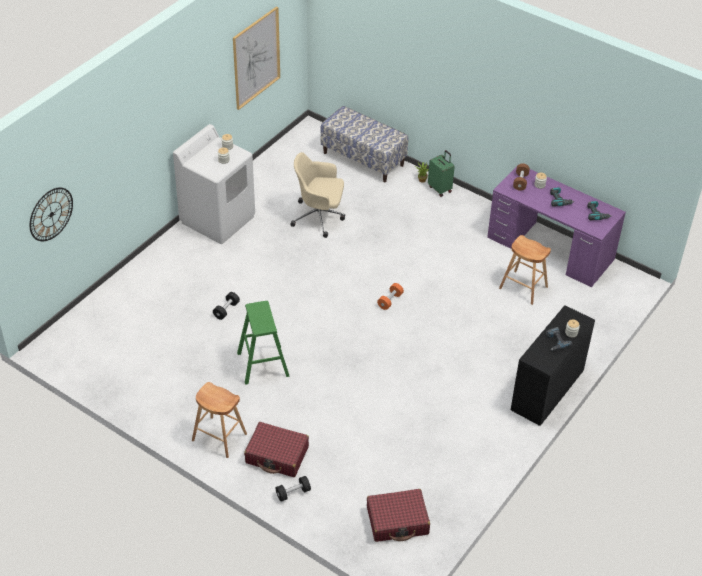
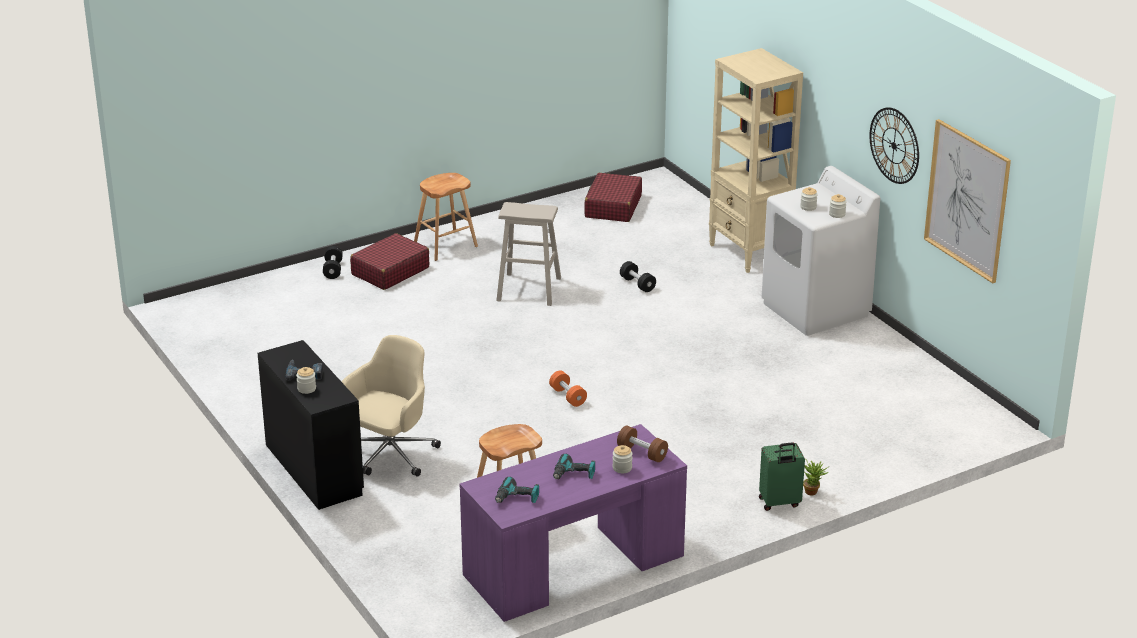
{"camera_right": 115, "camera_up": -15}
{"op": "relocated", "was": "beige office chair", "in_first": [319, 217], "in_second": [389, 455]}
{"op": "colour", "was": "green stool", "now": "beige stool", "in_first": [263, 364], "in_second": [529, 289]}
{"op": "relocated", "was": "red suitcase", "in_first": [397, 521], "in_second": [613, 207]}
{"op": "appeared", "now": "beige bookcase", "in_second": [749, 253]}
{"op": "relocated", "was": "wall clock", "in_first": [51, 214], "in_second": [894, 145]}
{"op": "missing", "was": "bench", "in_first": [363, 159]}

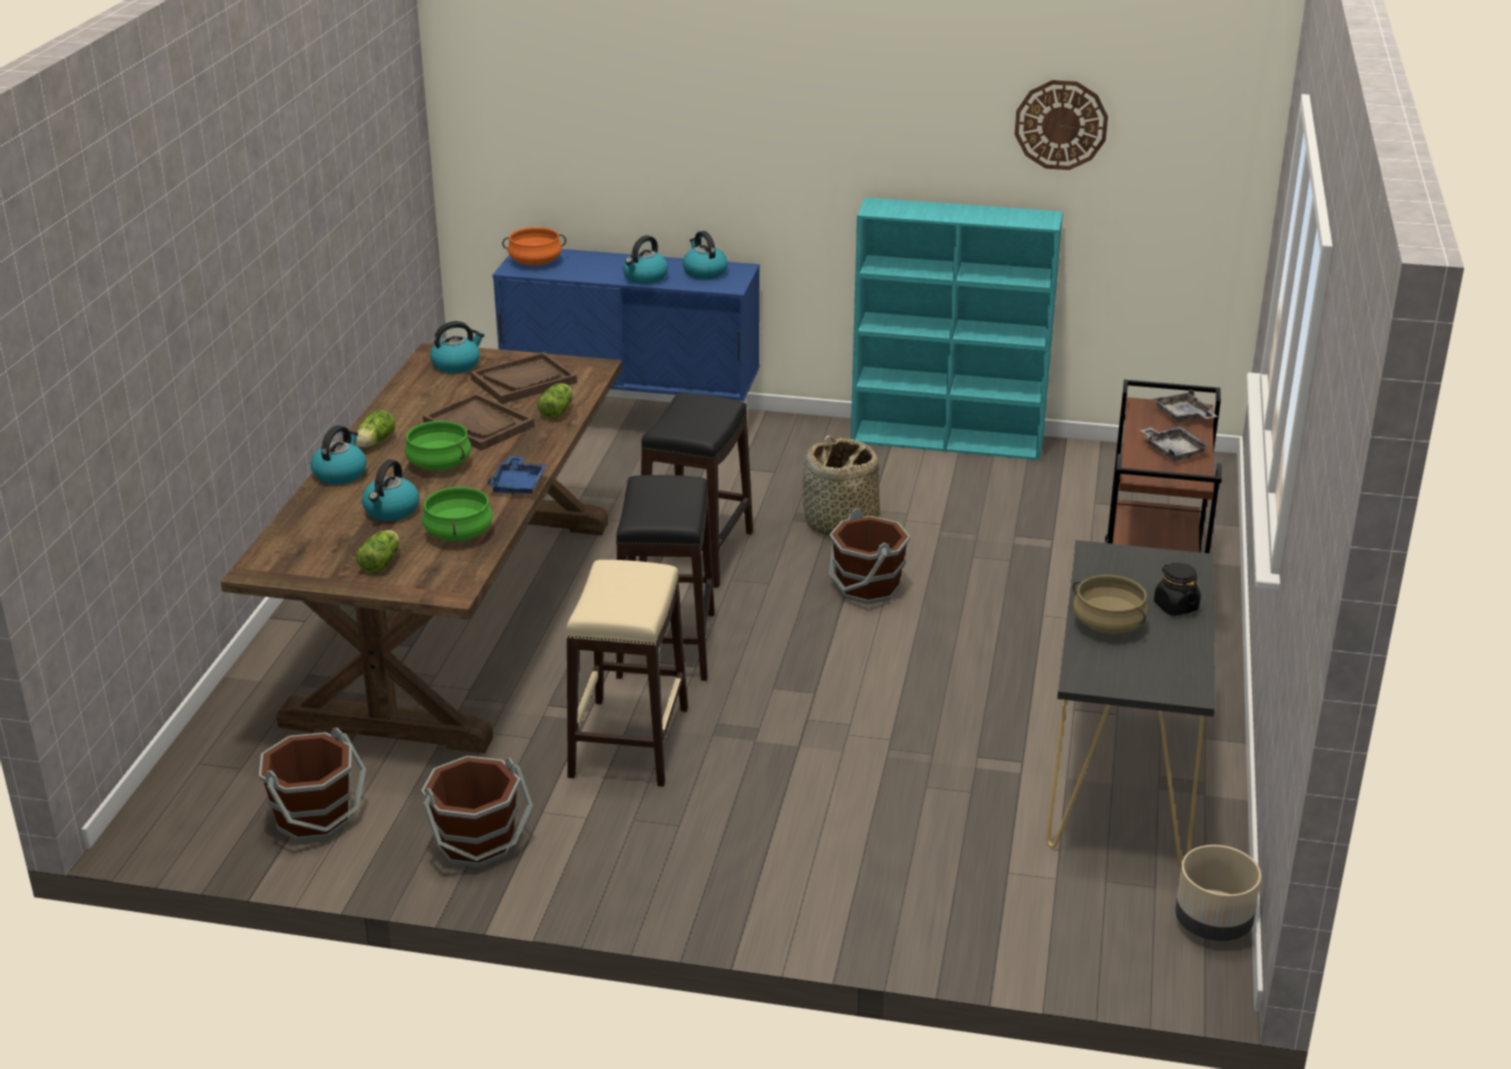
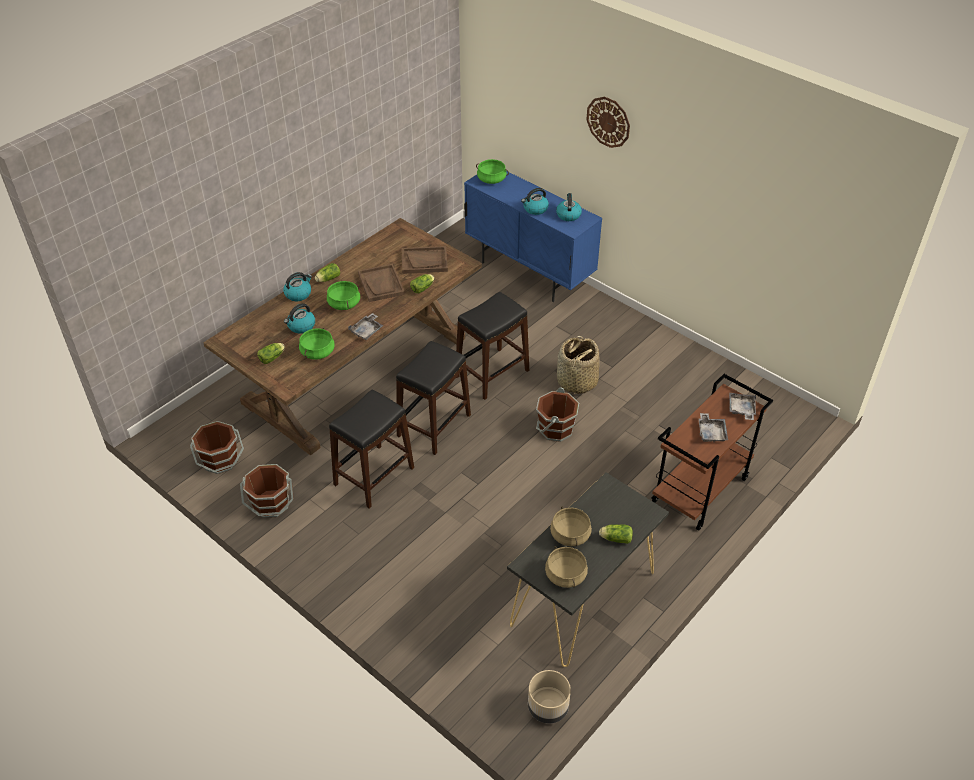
{"camera_right": 30, "camera_up": 15}
{"op": "colour", "was": "beige stool", "now": "black stool", "in_first": [630, 742], "in_second": [374, 476]}
{"op": "colour", "was": "blue tray", "now": "grey tray", "in_first": [518, 484], "in_second": [367, 331]}
{"op": "colour", "was": "orange cooking pot", "now": "green cooking pot", "in_first": [535, 261], "in_second": [491, 179]}
{"op": "appeared", "now": "beige cooking pot", "in_second": [565, 575]}
{"op": "relocated", "was": "wall clock", "in_first": [1061, 124], "in_second": [608, 122]}
{"op": "exchanged", "was": "black jar", "now": "lettuce", "in_first": [1175, 606], "in_second": [615, 538]}
{"op": "missing", "was": "kettle", "in_first": [457, 365]}
{"op": "missing", "was": "turquoise bookcase", "in_first": [949, 440]}

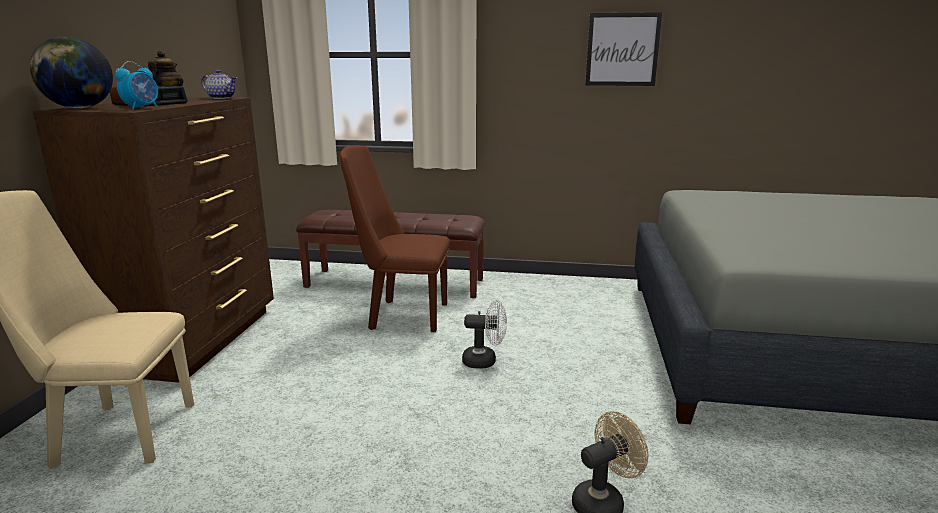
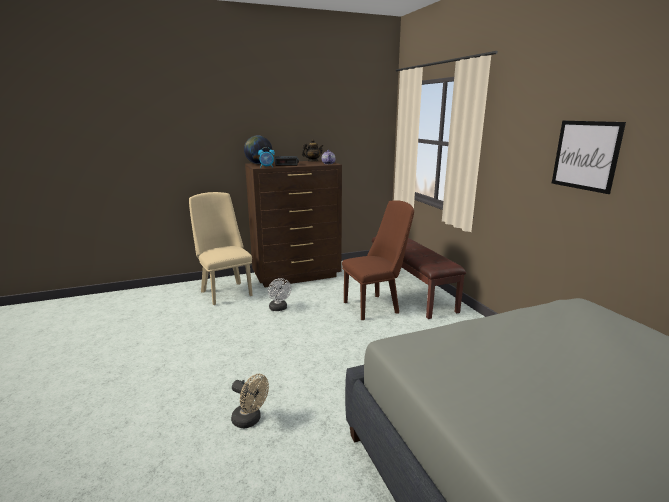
{"camera_right": 60, "camera_up": 0}
{"op": "relocated", "was": "white fan", "in_first": [485, 361], "in_second": [279, 309]}
{"op": "spun", "was": "brown chair", "in_first": [401, 315], "in_second": [375, 306], "clockwise": 90}

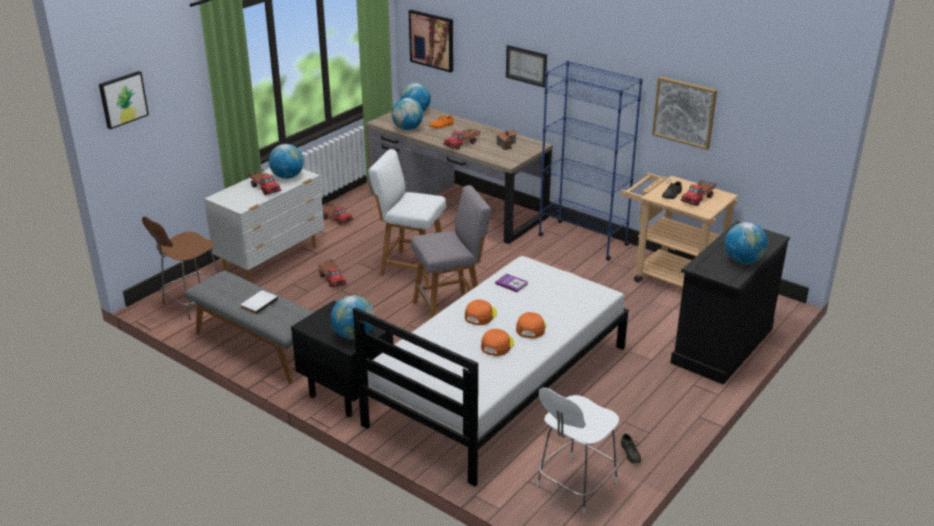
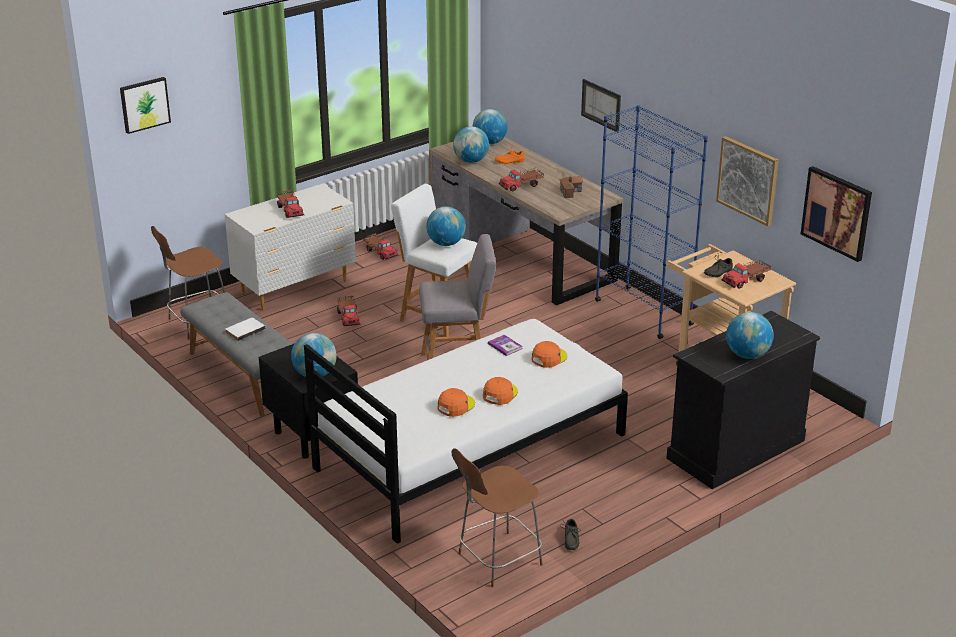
{"camera_right": 15, "camera_up": 0}
{"op": "relocated", "was": "globe", "in_first": [287, 177], "in_second": [446, 243]}
{"op": "colour", "was": "white chair", "now": "brown chair", "in_first": [575, 486], "in_second": [497, 560]}
{"op": "relocated", "was": "orange cap", "in_first": [480, 315], "in_second": [549, 358]}
{"op": "relocated", "was": "picture", "in_first": [432, 40], "in_second": [837, 213]}

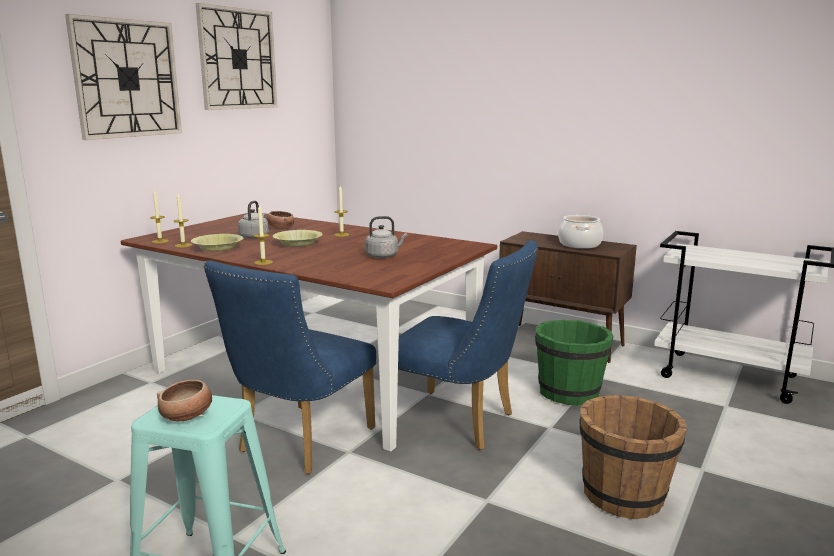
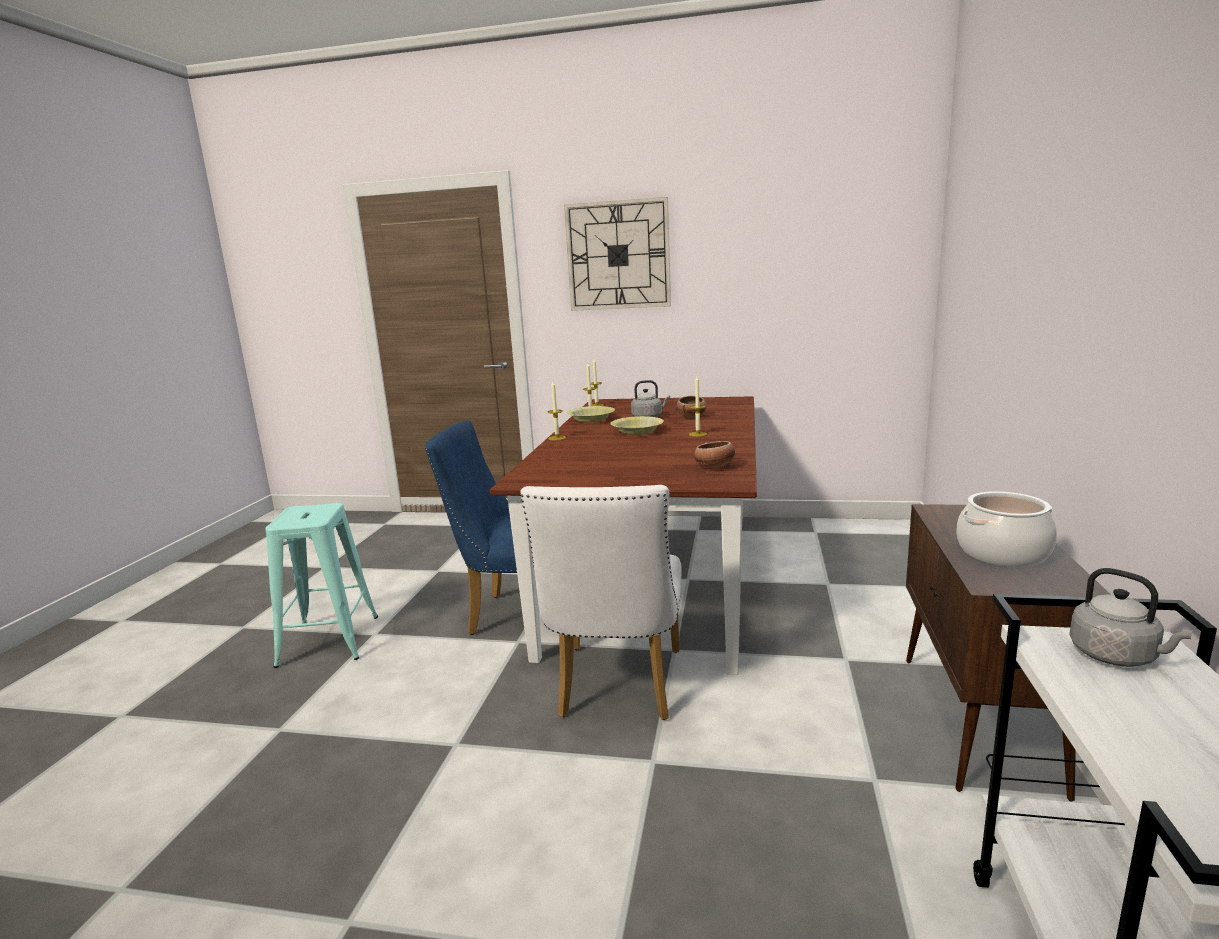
{"camera_right": 70, "camera_up": 0}
{"op": "colour", "was": "blue chair", "now": "white chair", "in_first": [460, 423], "in_second": [616, 689]}
{"op": "relocated", "was": "bowl", "in_first": [187, 416], "in_second": [715, 467]}
{"op": "relocated", "was": "grey kettle", "in_first": [383, 256], "in_second": [1117, 656]}
{"op": "missing", "was": "wall clock", "in_first": [238, 59]}
{"op": "missing", "was": "green bucket", "in_first": [569, 392]}
{"op": "missing", "was": "brown bucket", "in_first": [624, 495]}

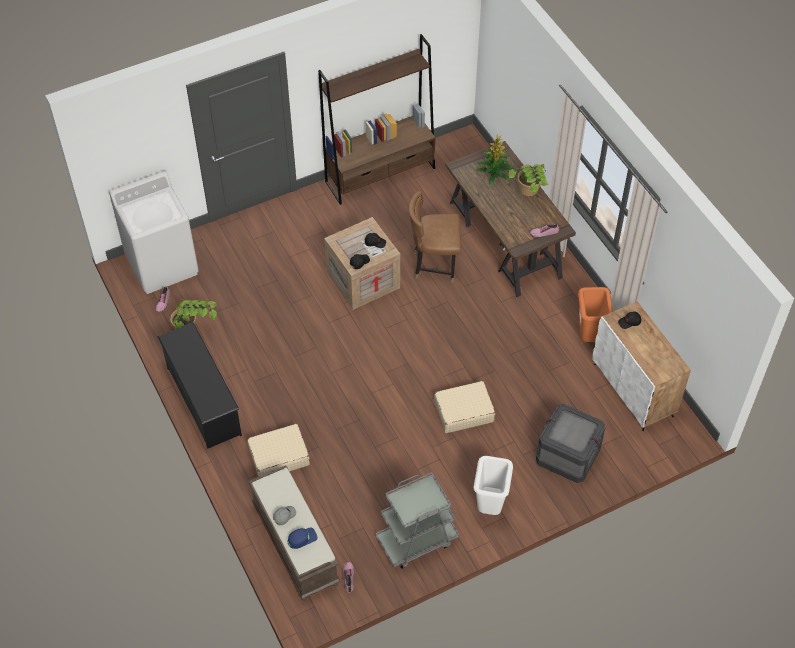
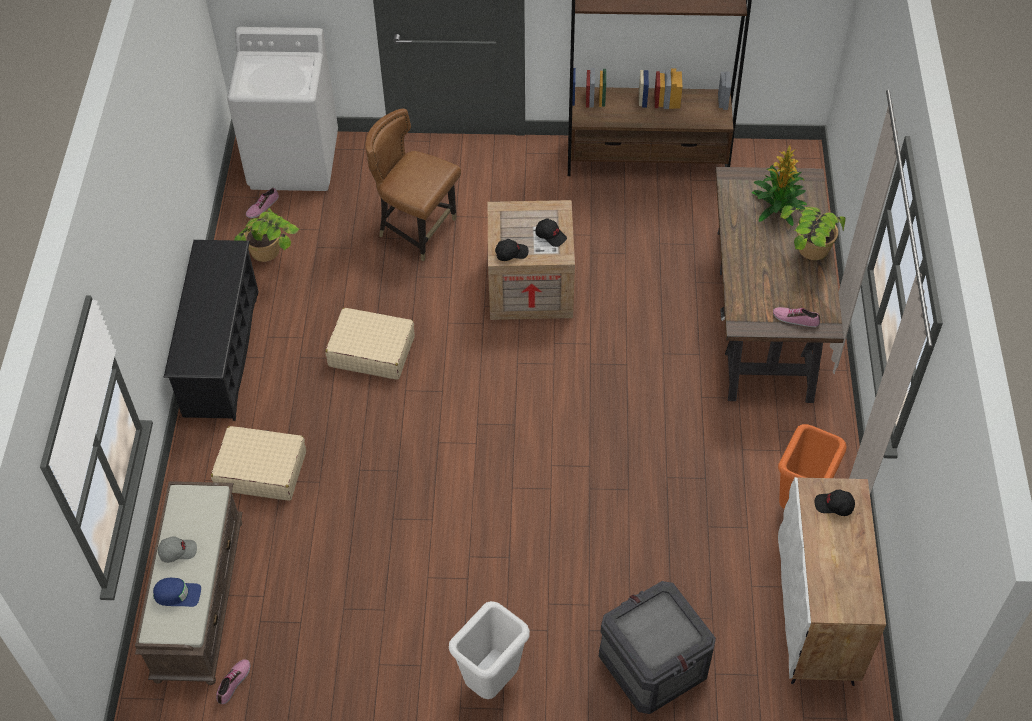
{"camera_right": 30, "camera_up": 0}
{"op": "relocated", "was": "beige suitcase", "in_first": [463, 412], "in_second": [371, 351]}
{"op": "relocated", "was": "brown chair", "in_first": [434, 265], "in_second": [417, 230]}
{"op": "missing", "was": "grey cart", "in_first": [416, 540]}

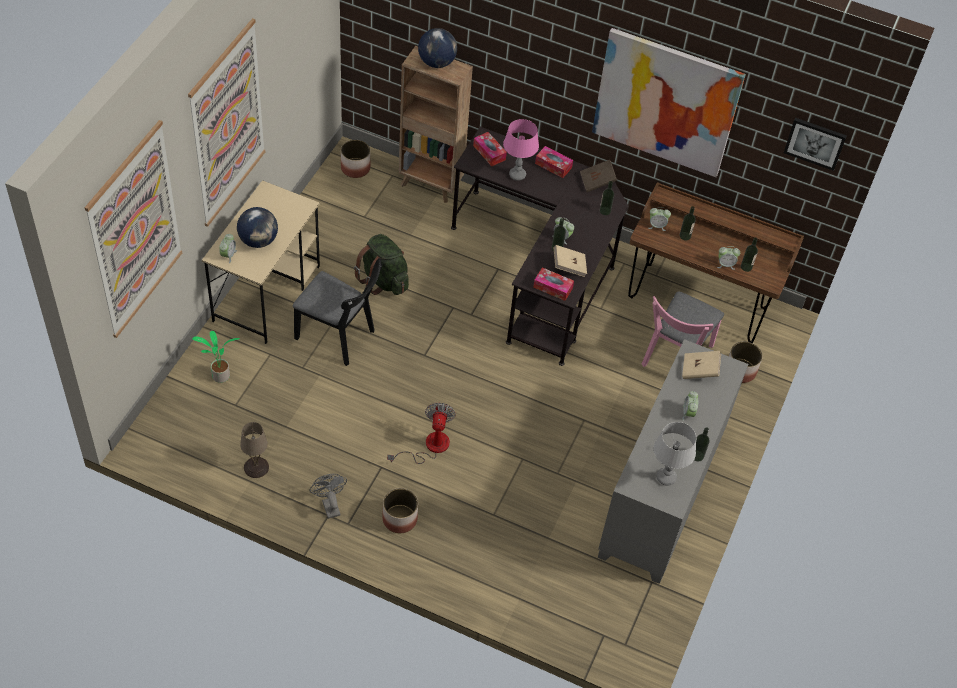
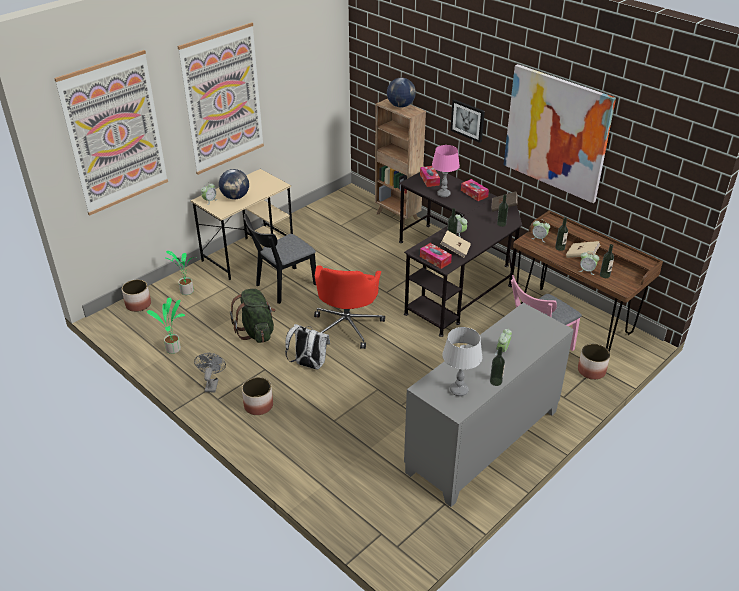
{"camera_right": 25, "camera_up": -15}
{"op": "relocated", "was": "planter", "in_first": [355, 168], "in_second": [138, 304]}
{"op": "exchanged", "was": "beige table lamp", "now": "potted plant", "in_first": [256, 467], "in_second": [174, 349]}
{"op": "relocated", "was": "green backpack", "in_first": [383, 280], "in_second": [256, 332]}
{"op": "spun", "was": "black chair", "in_first": [339, 337], "in_second": [282, 286], "clockwise": 90}
{"op": "exchanged", "was": "fan", "now": "white backpack", "in_first": [429, 446], "in_second": [308, 364]}
{"op": "appeared", "now": "red office chair", "in_second": [347, 326]}
{"op": "relocated", "was": "picture", "in_first": [815, 143], "in_second": [468, 120]}
{"op": "relocated", "was": "beige book", "in_first": [699, 371], "in_second": [581, 256]}

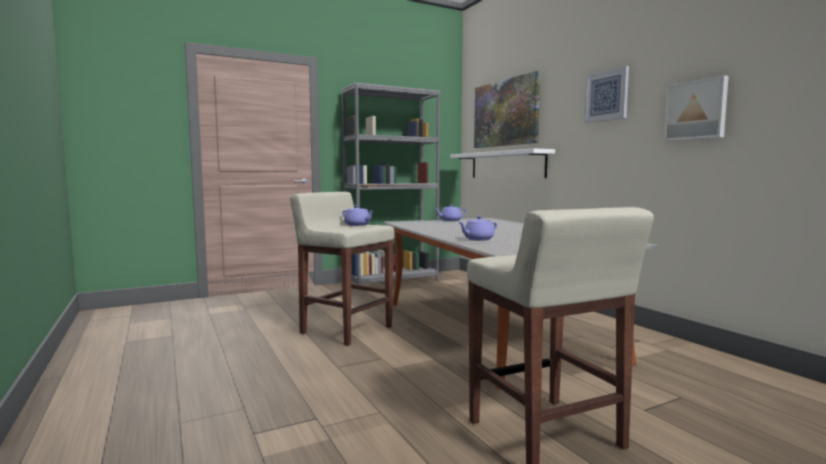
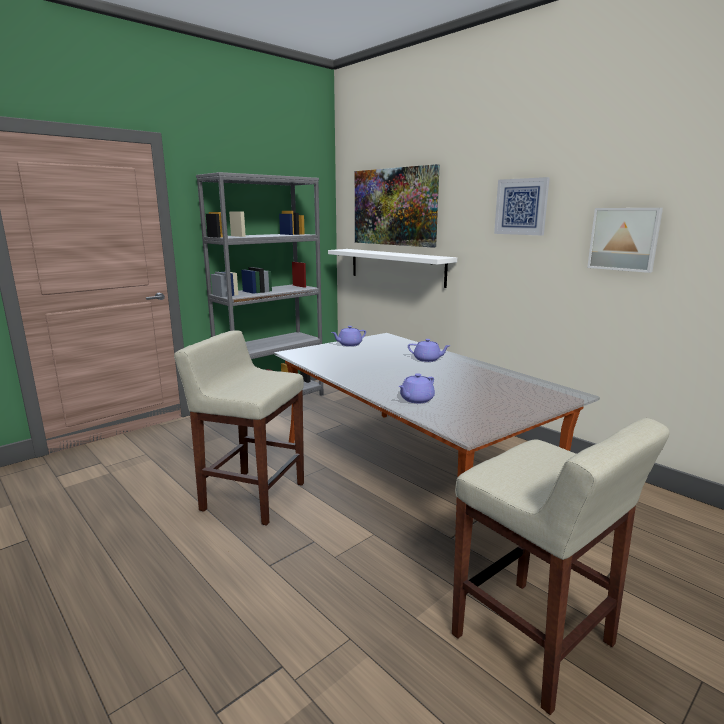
{"camera_right": -15, "camera_up": 10}
{"op": "relocated", "was": "purple teapot", "in_first": [358, 225], "in_second": [427, 359]}

